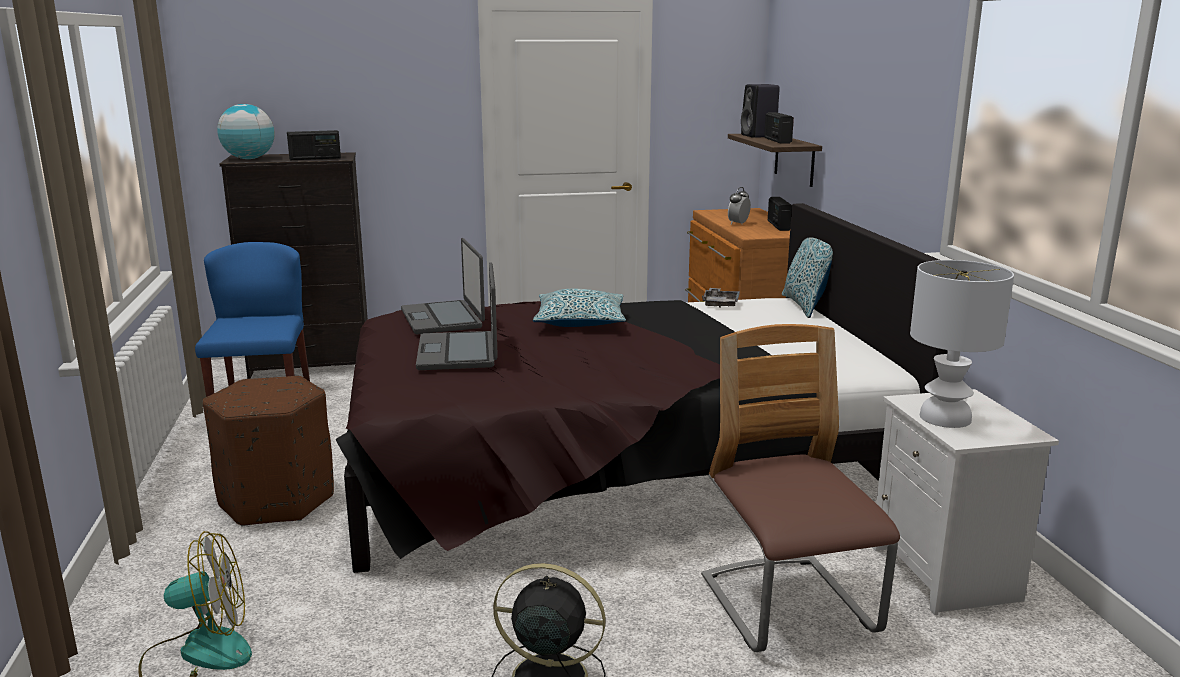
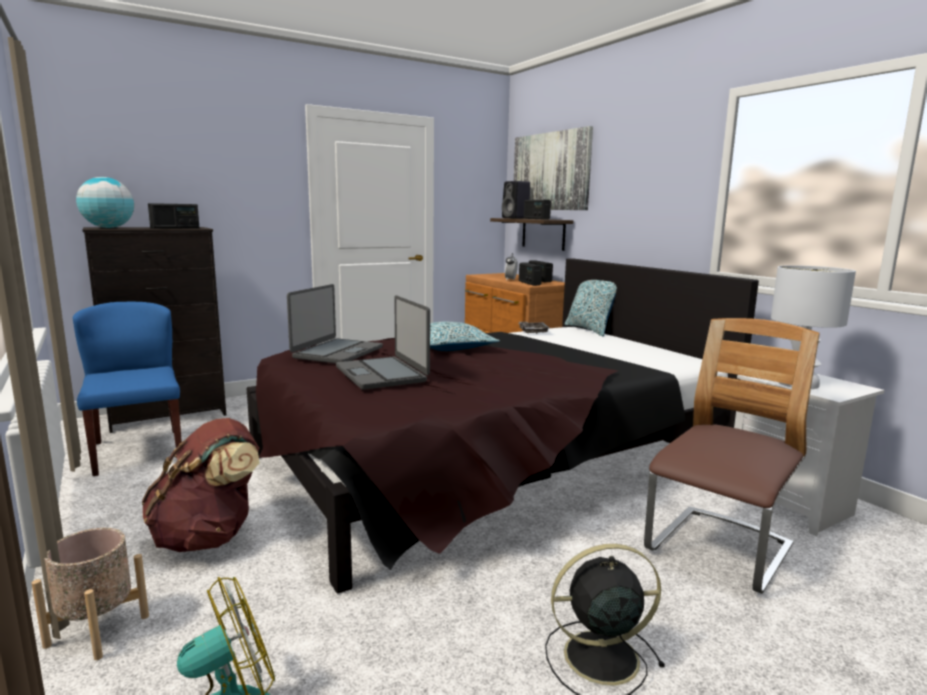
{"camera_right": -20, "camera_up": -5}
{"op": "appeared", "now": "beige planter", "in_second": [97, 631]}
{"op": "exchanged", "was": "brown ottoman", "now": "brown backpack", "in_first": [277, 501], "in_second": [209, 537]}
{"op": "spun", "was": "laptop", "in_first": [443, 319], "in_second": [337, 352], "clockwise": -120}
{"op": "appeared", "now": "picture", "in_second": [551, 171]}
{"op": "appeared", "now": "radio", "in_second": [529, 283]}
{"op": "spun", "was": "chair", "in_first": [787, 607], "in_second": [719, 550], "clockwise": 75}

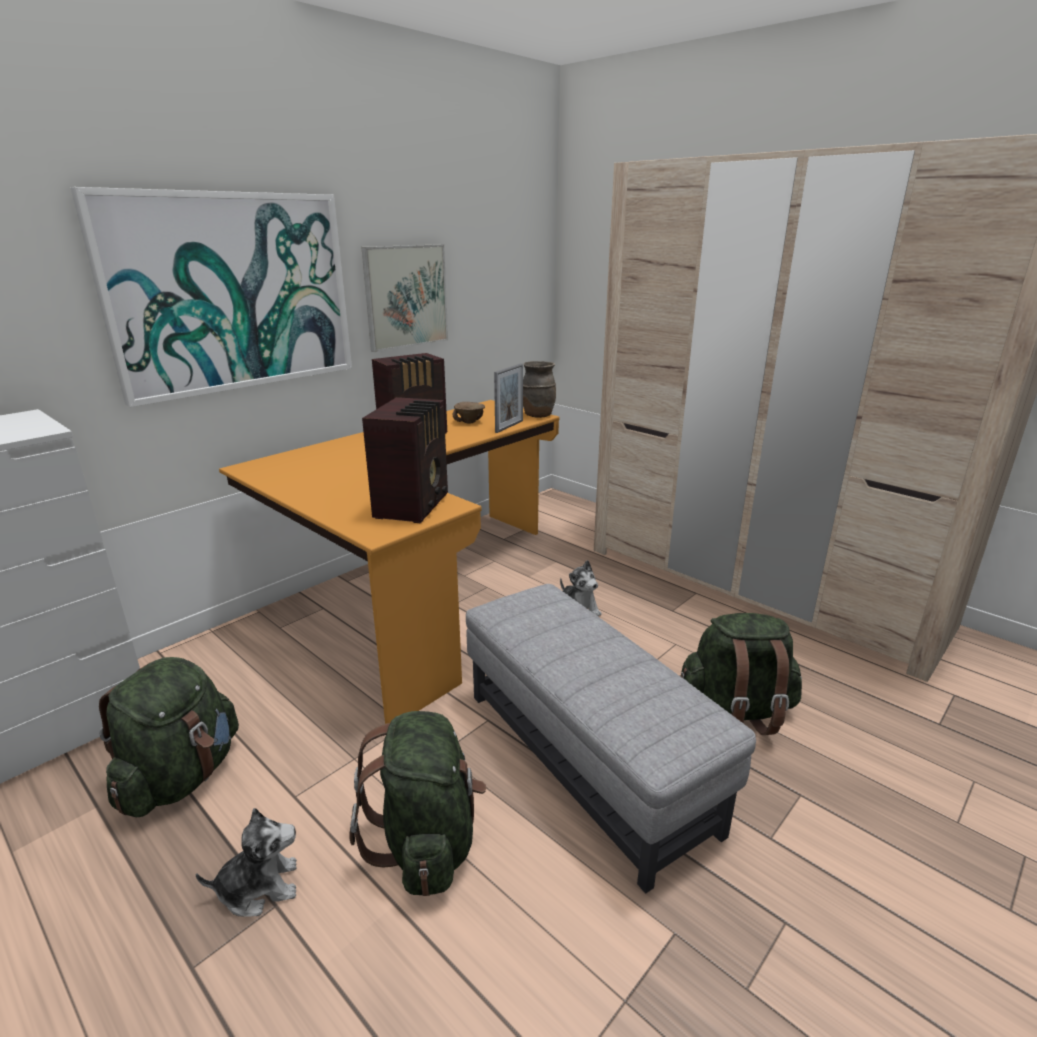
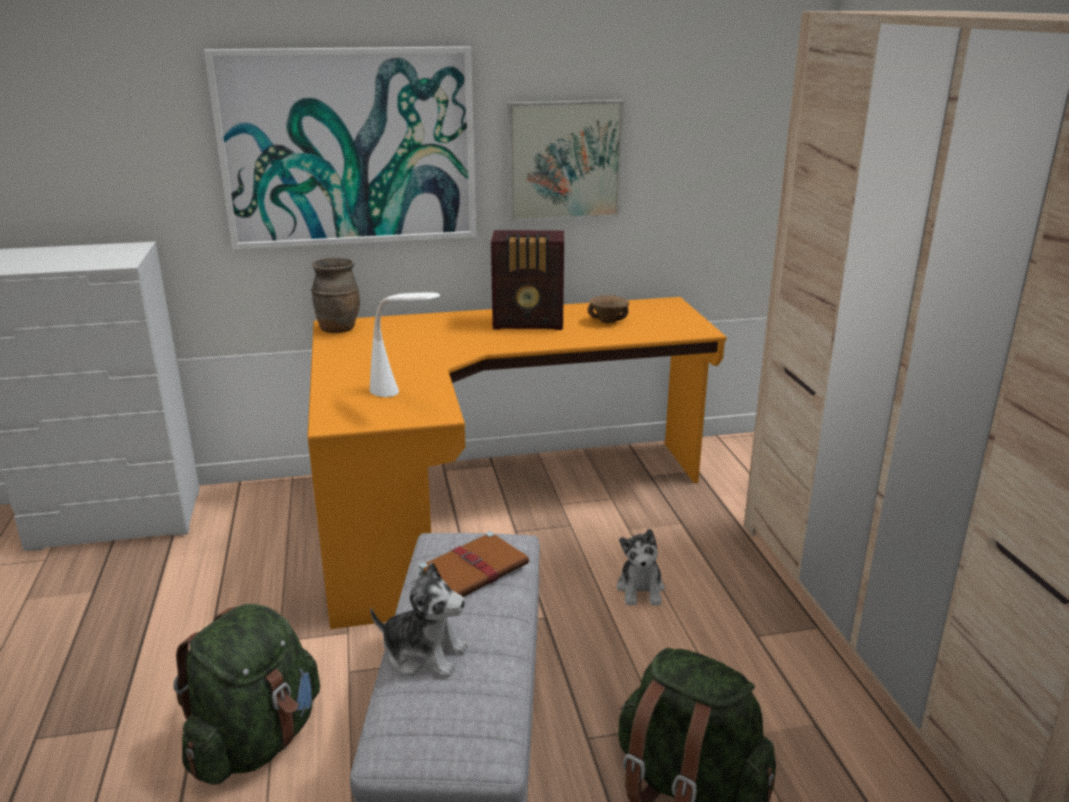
{"camera_right": 35, "camera_up": 0}
{"op": "relocated", "was": "brown vase", "in_first": [537, 415], "in_second": [338, 329]}
{"op": "exchanged", "was": "radio", "now": "white table lamp", "in_first": [414, 505], "in_second": [406, 403]}
{"op": "relocated", "was": "plush toy", "in_first": [259, 887], "in_second": [424, 654]}
{"op": "appeared", "now": "brown book", "in_second": [475, 569]}
{"op": "missing", "was": "green backpack", "in_first": [182, 777]}
{"op": "missing", "was": "picture frame", "in_first": [509, 426]}

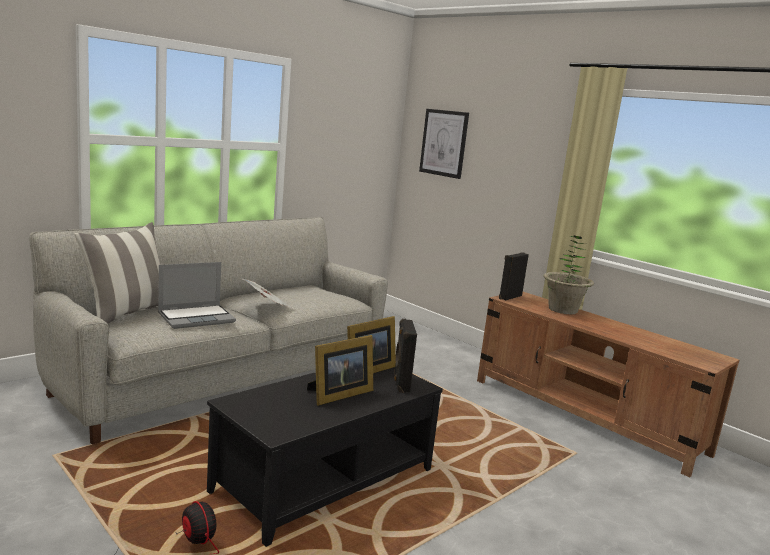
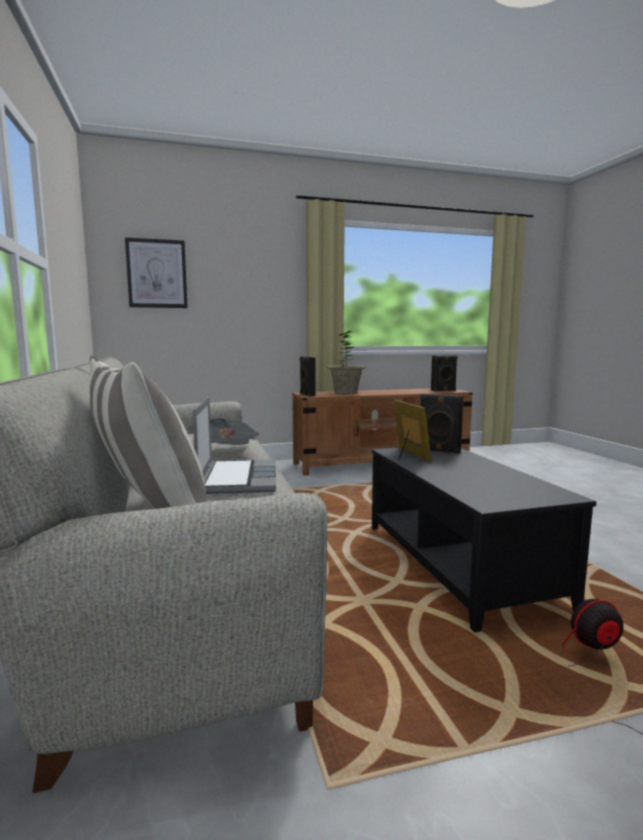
{"camera_right": -60, "camera_up": -5}
{"op": "appeared", "now": "black speaker", "in_second": [443, 391]}
{"op": "missing", "was": "picture frame", "in_first": [338, 394]}

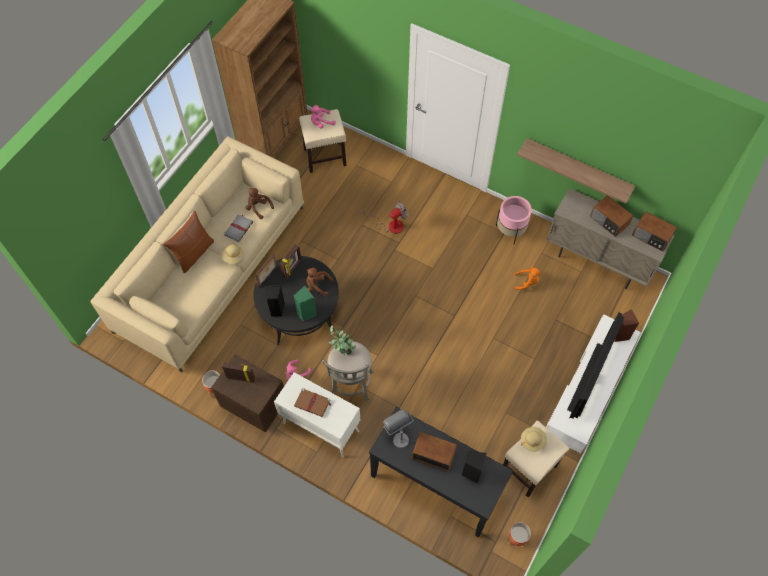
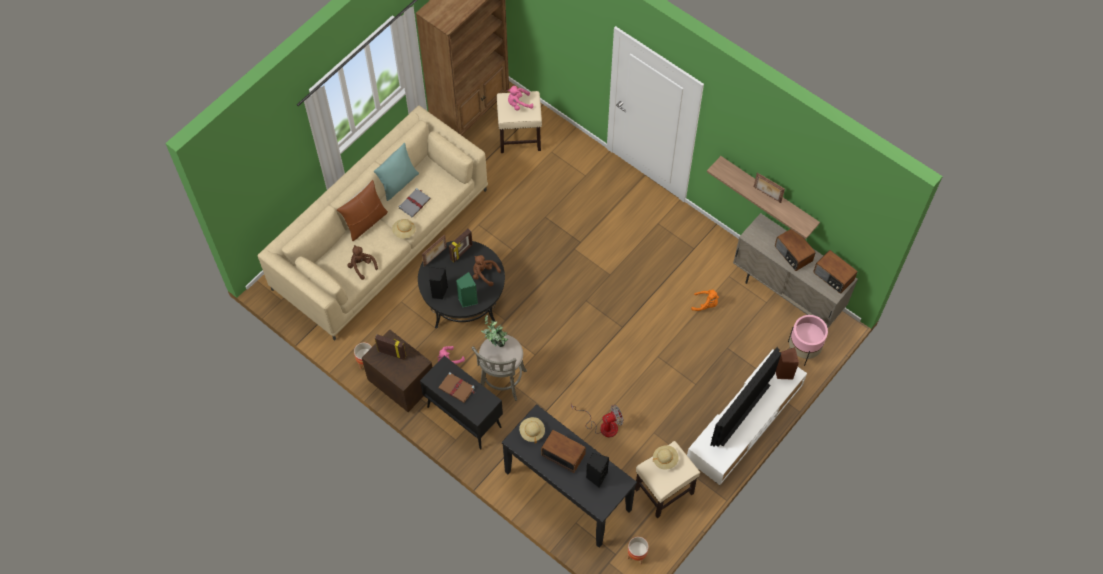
{"camera_right": 10, "camera_up": 0}
{"op": "relocated", "was": "brown plush toy", "in_first": [258, 207], "in_second": [362, 266]}
{"op": "appeared", "now": "turquoise pillow", "in_second": [398, 183]}
{"op": "colour", "was": "white cabinet", "now": "black cabinet", "in_first": [320, 427], "in_second": [463, 416]}
{"op": "exchanged", "was": "grey table lamp", "now": "beige hat", "in_first": [397, 436], "in_second": [532, 432]}
{"op": "relocated", "was": "fan", "in_first": [390, 225], "in_second": [602, 426]}
{"op": "appeared", "now": "picture frame", "in_second": [767, 195]}
{"op": "relocated", "was": "pink planter", "in_first": [510, 231], "in_second": [803, 349]}

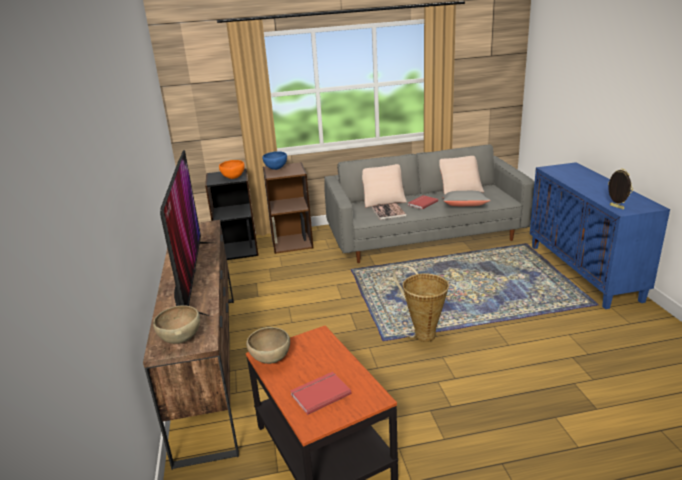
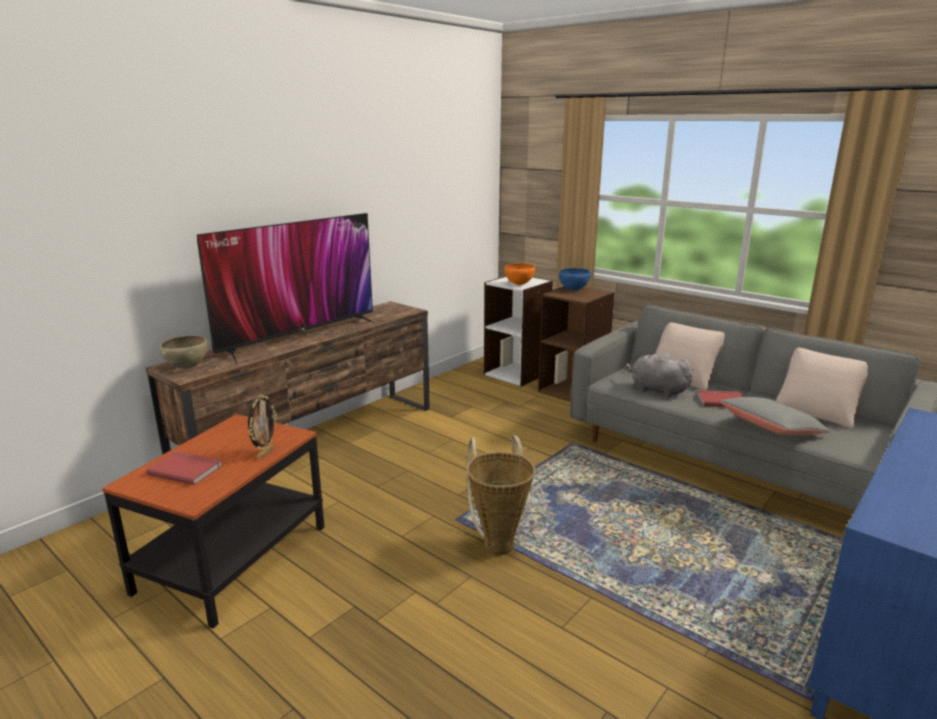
{"camera_right": 50, "camera_up": -5}
{"op": "relocated", "was": "picture frame", "in_first": [616, 207], "in_second": [265, 453]}
{"op": "colour", "was": "black bookcase", "now": "white bookcase", "in_first": [238, 250], "in_second": [516, 373]}
{"op": "exchanged", "was": "book", "now": "grey plush toy", "in_first": [388, 212], "in_second": [656, 390]}
{"op": "missing", "was": "brown bowl", "in_first": [270, 360]}

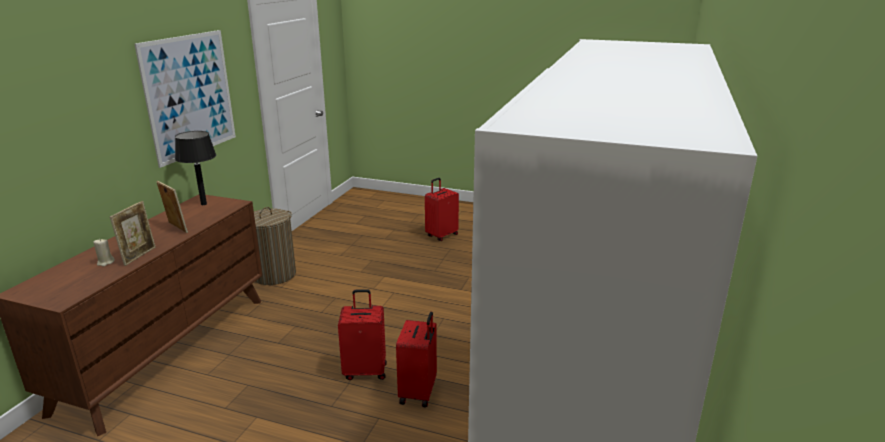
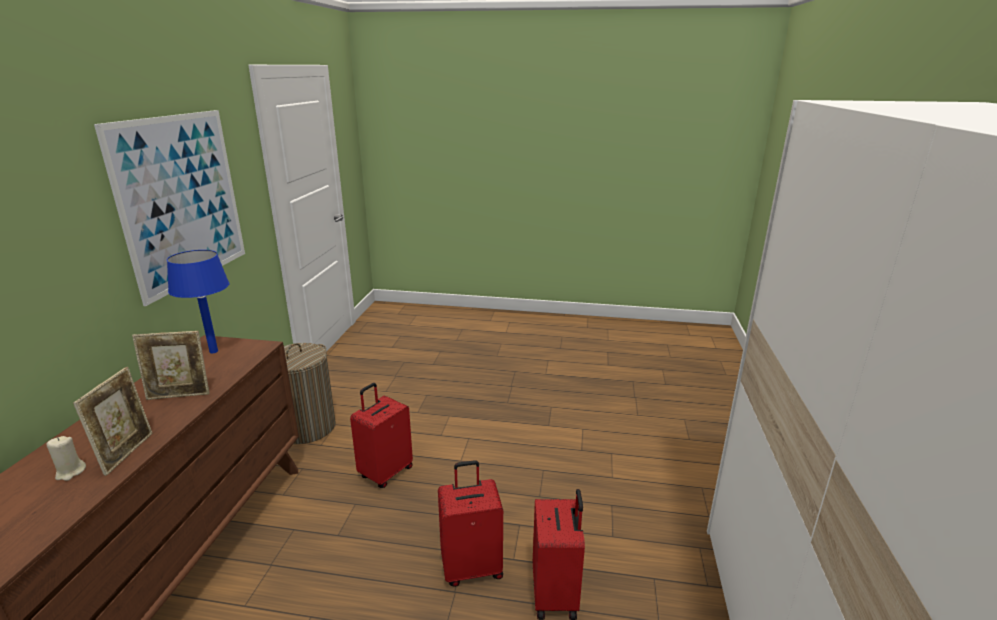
{"camera_right": -10, "camera_up": 0}
{"op": "spun", "was": "picture frame", "in_first": [176, 228], "in_second": [180, 395], "clockwise": 135}
{"op": "colour", "was": "black table lamp", "now": "blue table lamp", "in_first": [204, 204], "in_second": [214, 351]}
{"op": "relocated", "was": "red suitcase", "in_first": [441, 235], "in_second": [385, 472]}

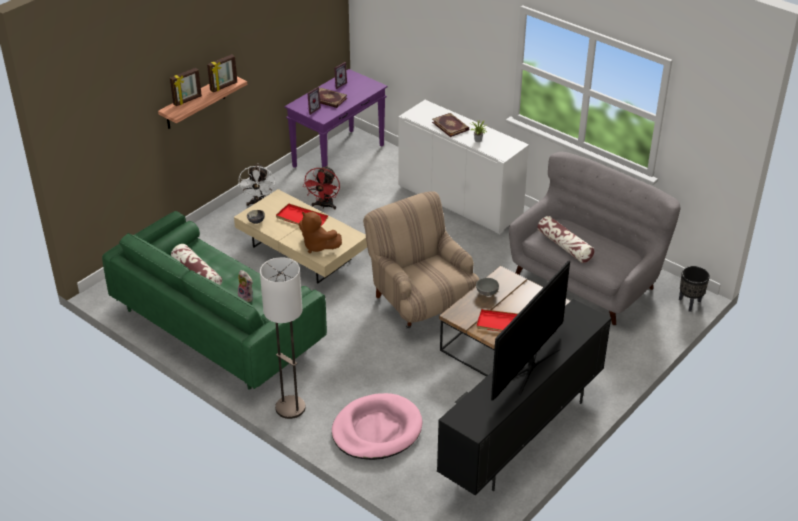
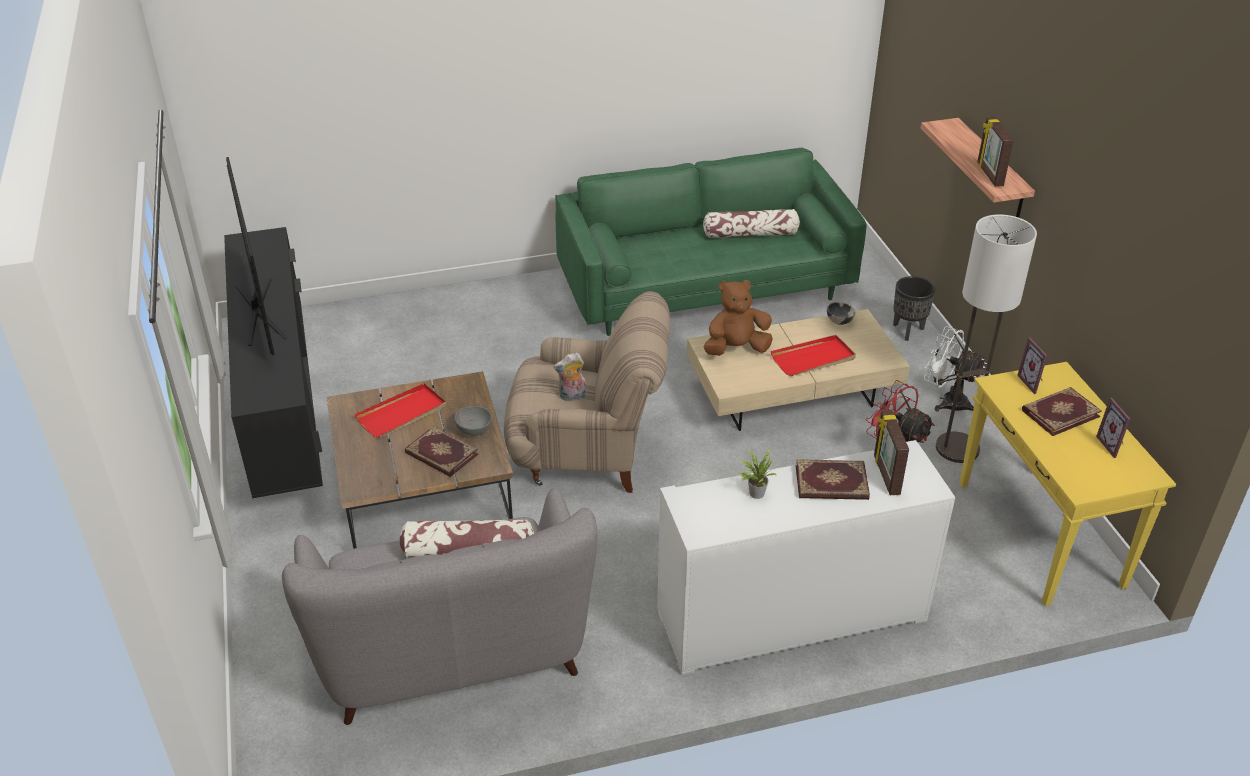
{"camera_right": 125, "camera_up": 0}
{"op": "appeared", "now": "book", "in_second": [441, 454]}
{"op": "relocated", "was": "plush toy", "in_first": [247, 297], "in_second": [572, 397]}
{"op": "relocated", "was": "picture frame", "in_first": [187, 100], "in_second": [885, 475]}
{"op": "relocated", "was": "black planter", "in_first": [690, 303], "in_second": [907, 331]}
{"op": "relocated", "was": "floor lamp", "in_first": [290, 408], "in_second": [957, 448]}
{"op": "colour", "was": "purple console table", "now": "yellow console table", "in_first": [339, 156], "in_second": [1041, 535]}
{"op": "missing", "was": "pink dog bed", "in_first": [376, 430]}

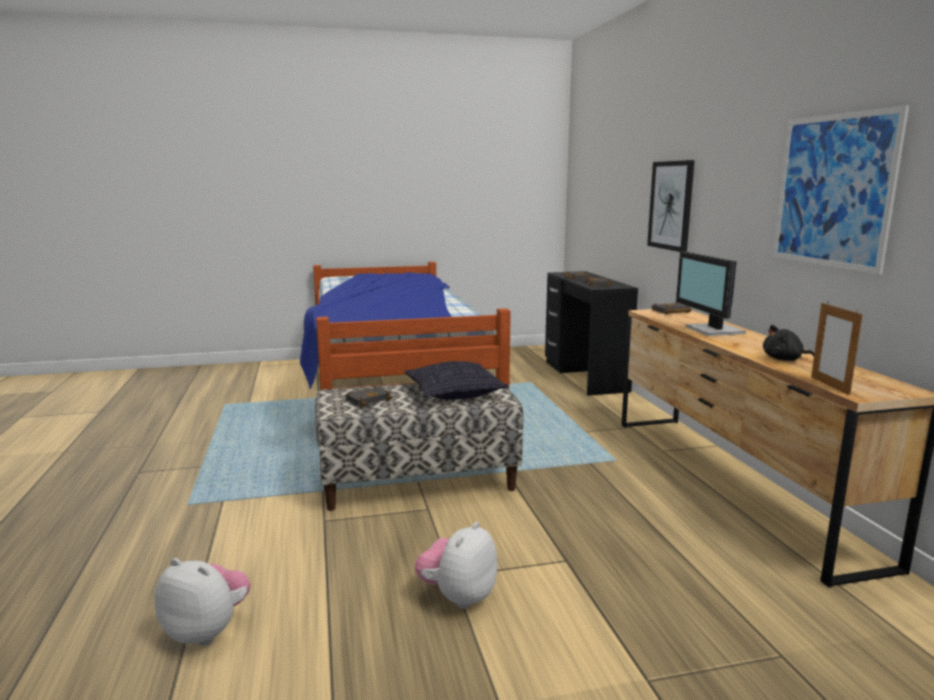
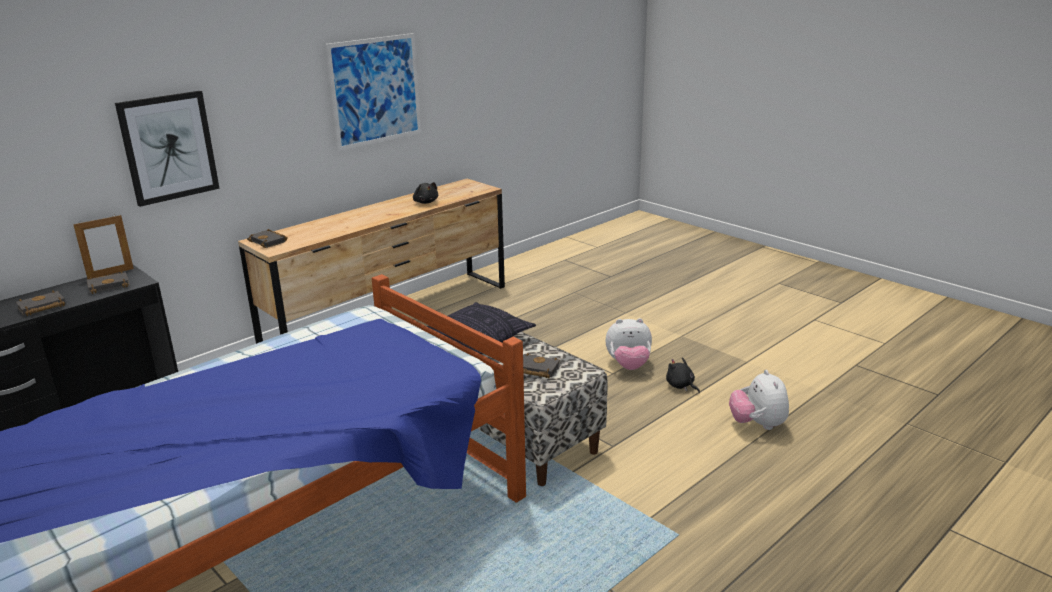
{"camera_right": -120, "camera_up": 10}
{"op": "relocated", "was": "picture frame", "in_first": [829, 385], "in_second": [110, 274]}
{"op": "appeared", "now": "black plush toy", "in_second": [681, 386]}
{"op": "missing", "was": "monitor", "in_first": [713, 330]}

